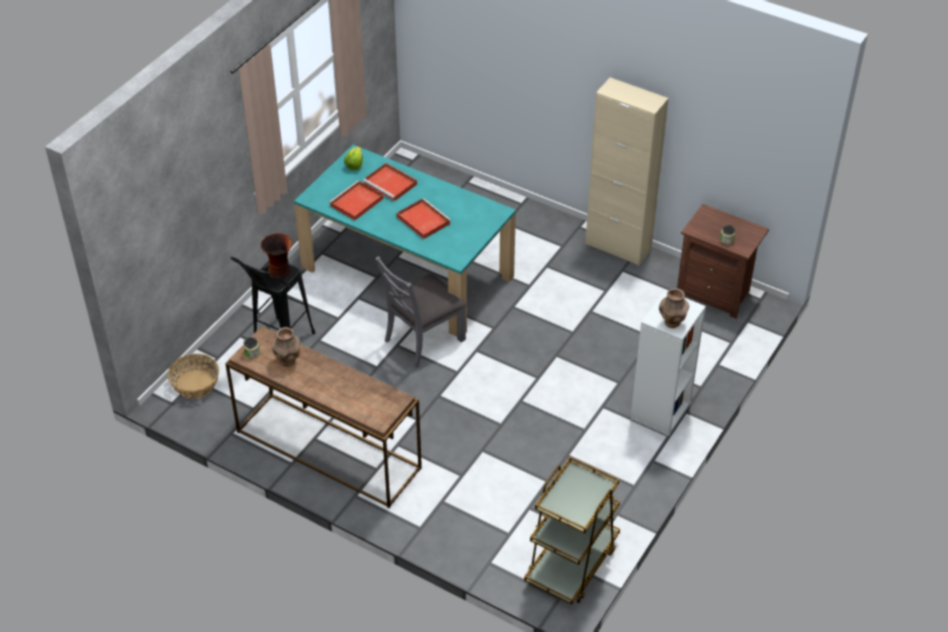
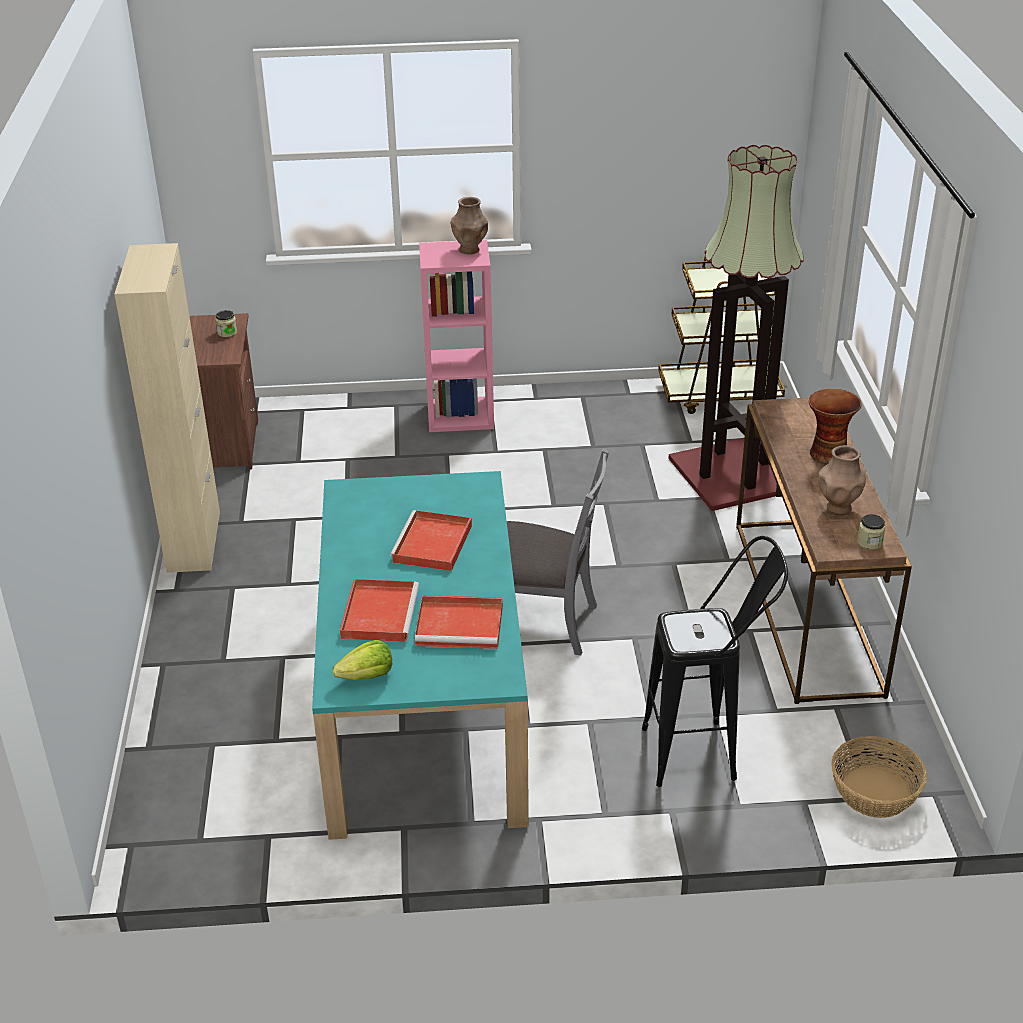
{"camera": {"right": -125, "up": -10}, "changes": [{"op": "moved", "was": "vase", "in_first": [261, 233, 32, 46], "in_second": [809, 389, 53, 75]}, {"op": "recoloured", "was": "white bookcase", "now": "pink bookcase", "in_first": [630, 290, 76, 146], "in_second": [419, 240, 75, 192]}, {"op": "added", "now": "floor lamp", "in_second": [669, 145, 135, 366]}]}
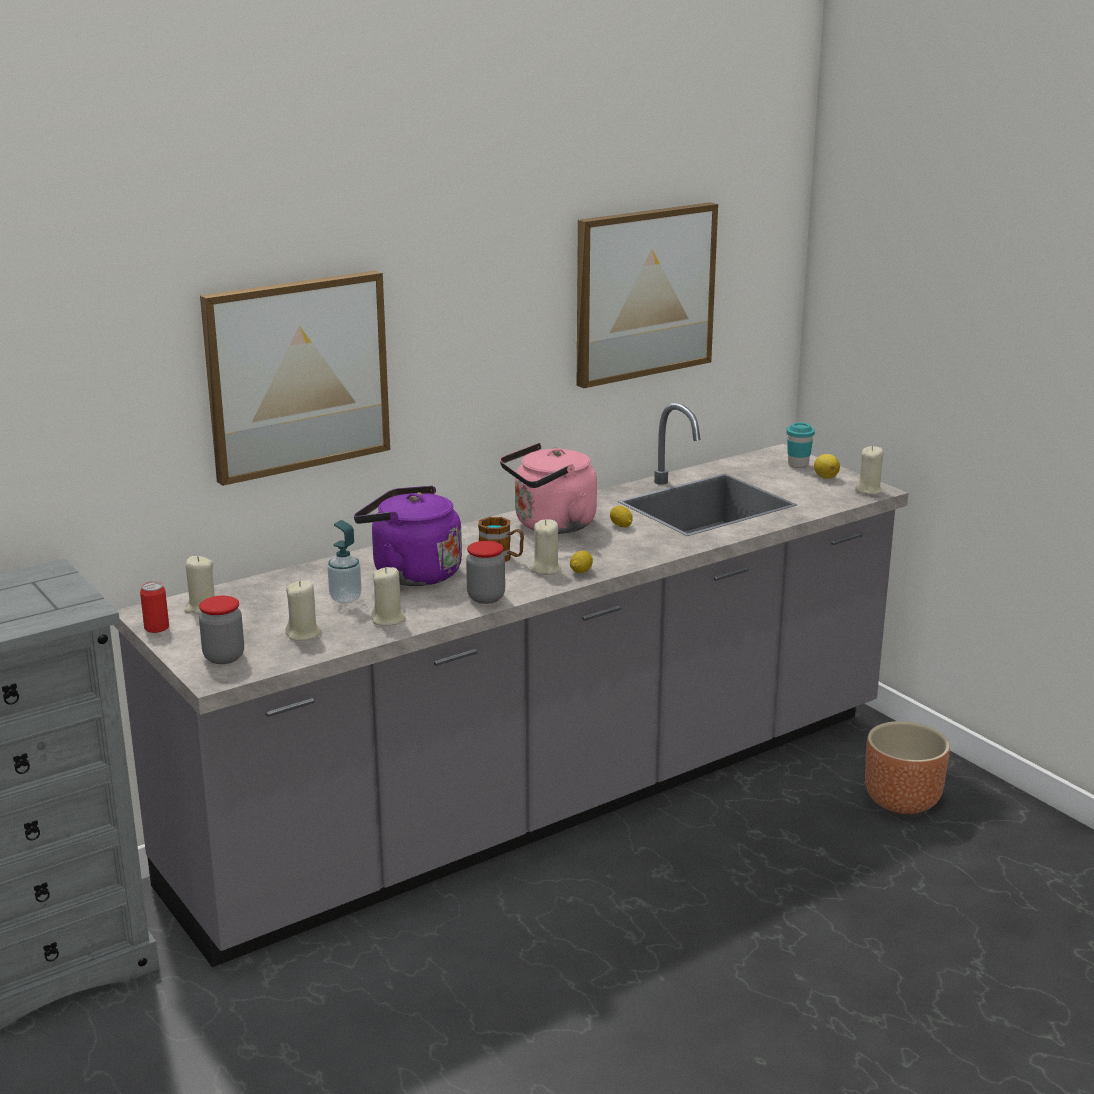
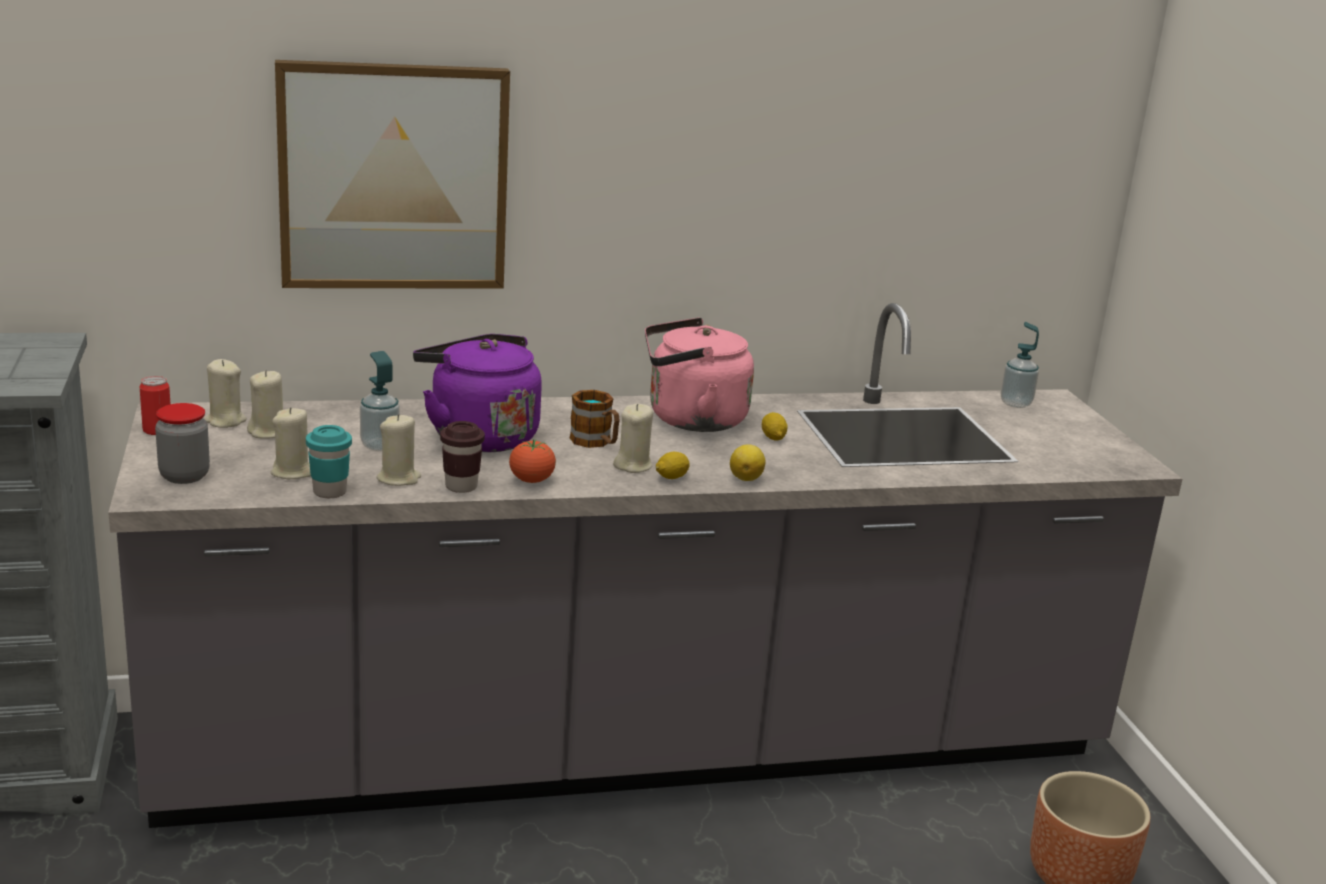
{"camera": {"right": 20, "up": 0}, "changes": [{"op": "removed", "was": "picture", "in_first": [577, 202, 141, 186]}, {"op": "moved", "was": "turquoise cup", "in_first": [786, 422, 29, 46], "in_second": [306, 425, 46, 73]}, {"op": "moved", "was": "beige candle", "in_first": [855, 446, 29, 49], "in_second": [247, 370, 36, 68]}, {"op": "moved", "was": "lemon", "in_first": [814, 454, 26, 25], "in_second": [730, 444, 36, 37]}, {"op": "replaced", "was": "jar", "now": "tomato", "in_first": [466, 541, 39, 63], "in_second": [509, 439, 47, 44]}, {"op": "added", "now": "soap dispenser", "in_second": [1001, 322, 38, 86]}, {"op": "added", "now": "brown cup", "in_second": [440, 421, 45, 72]}]}
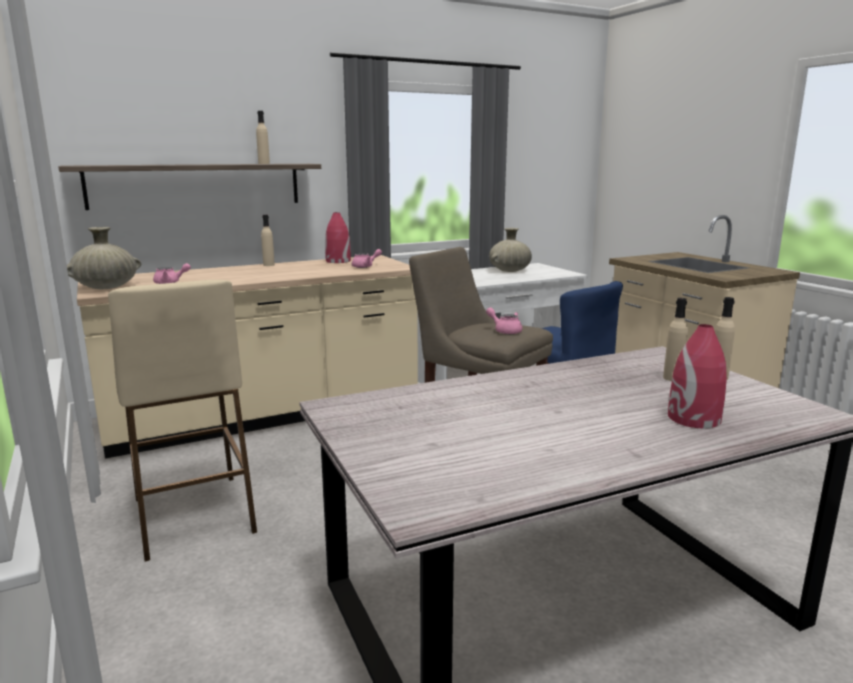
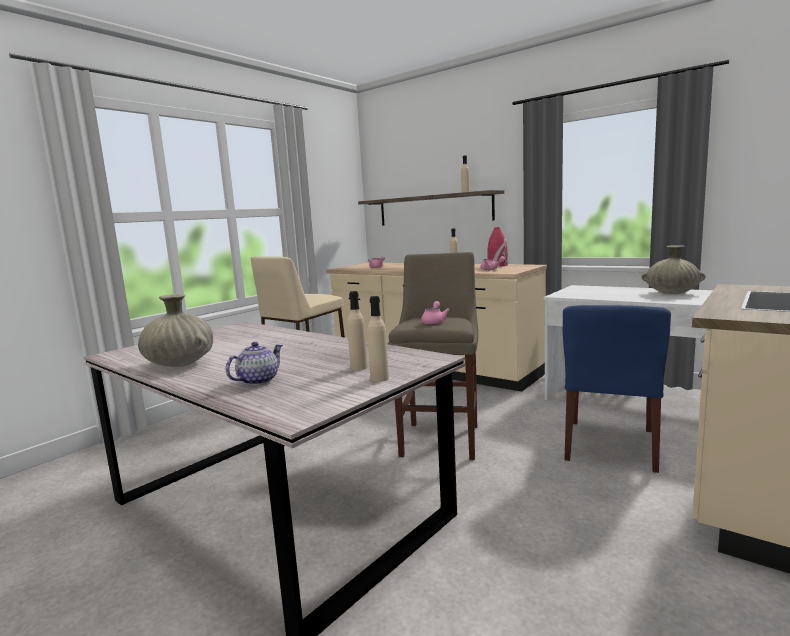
{"camera": {"right": 65, "up": -5}, "changes": [{"op": "moved", "was": "beige vase", "in_first": [67, 227, 74, 62], "in_second": [138, 294, 75, 73]}, {"op": "replaced", "was": "red vase", "now": "teapot", "in_first": [668, 324, 59, 104], "in_second": [226, 342, 57, 43]}]}
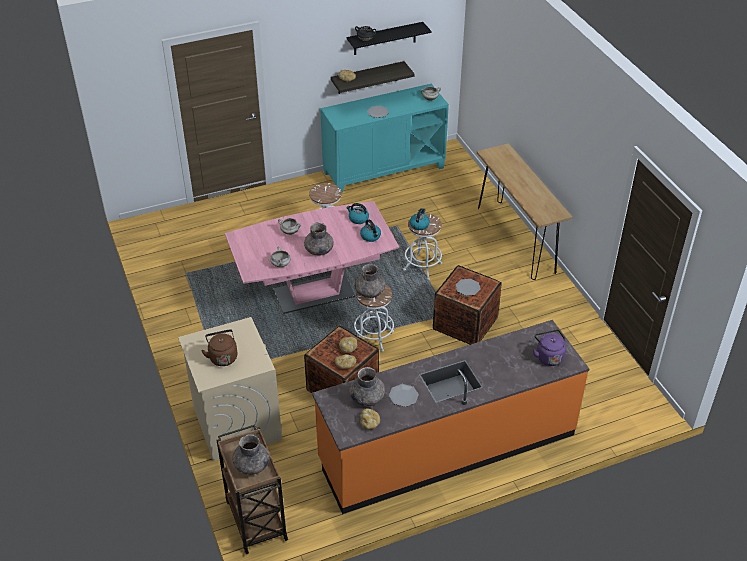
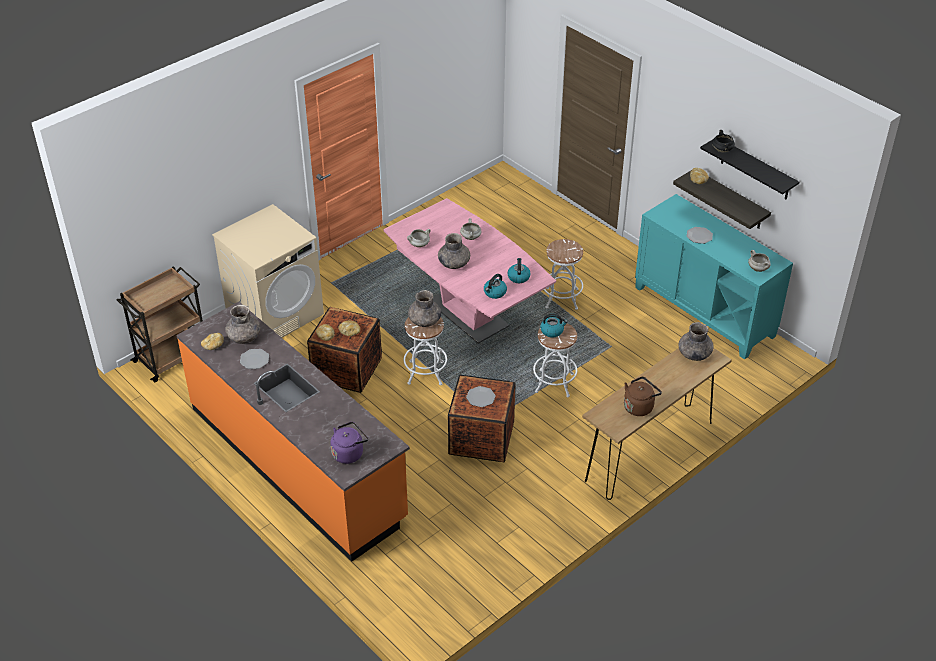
{"camera": {"right": 70, "up": 0}, "changes": [{"op": "moved", "was": "brown kettle", "in_first": [201, 329, 36, 37], "in_second": [624, 377, 38, 39]}, {"op": "moved", "was": "grey vase", "in_first": [232, 434, 38, 41], "in_second": [678, 322, 36, 39]}]}
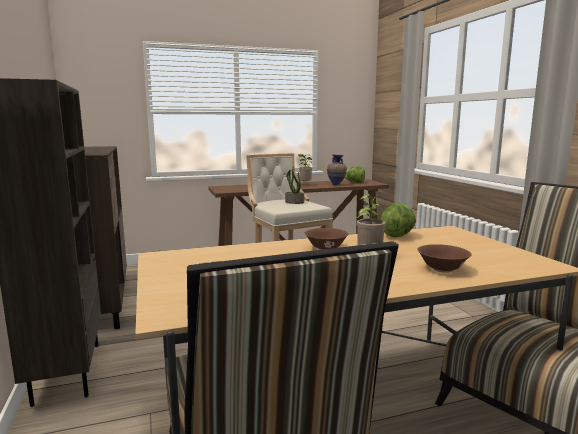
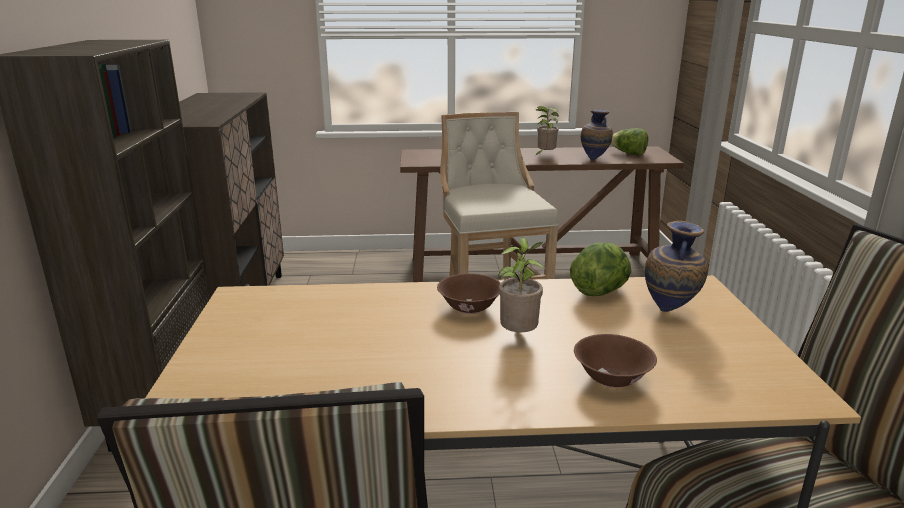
{"camera": {"right": 15, "up": 10}, "changes": [{"op": "removed", "was": "potted plant", "in_first": [285, 166, 19, 38]}, {"op": "added", "now": "vase", "in_second": [645, 221, 63, 91]}]}
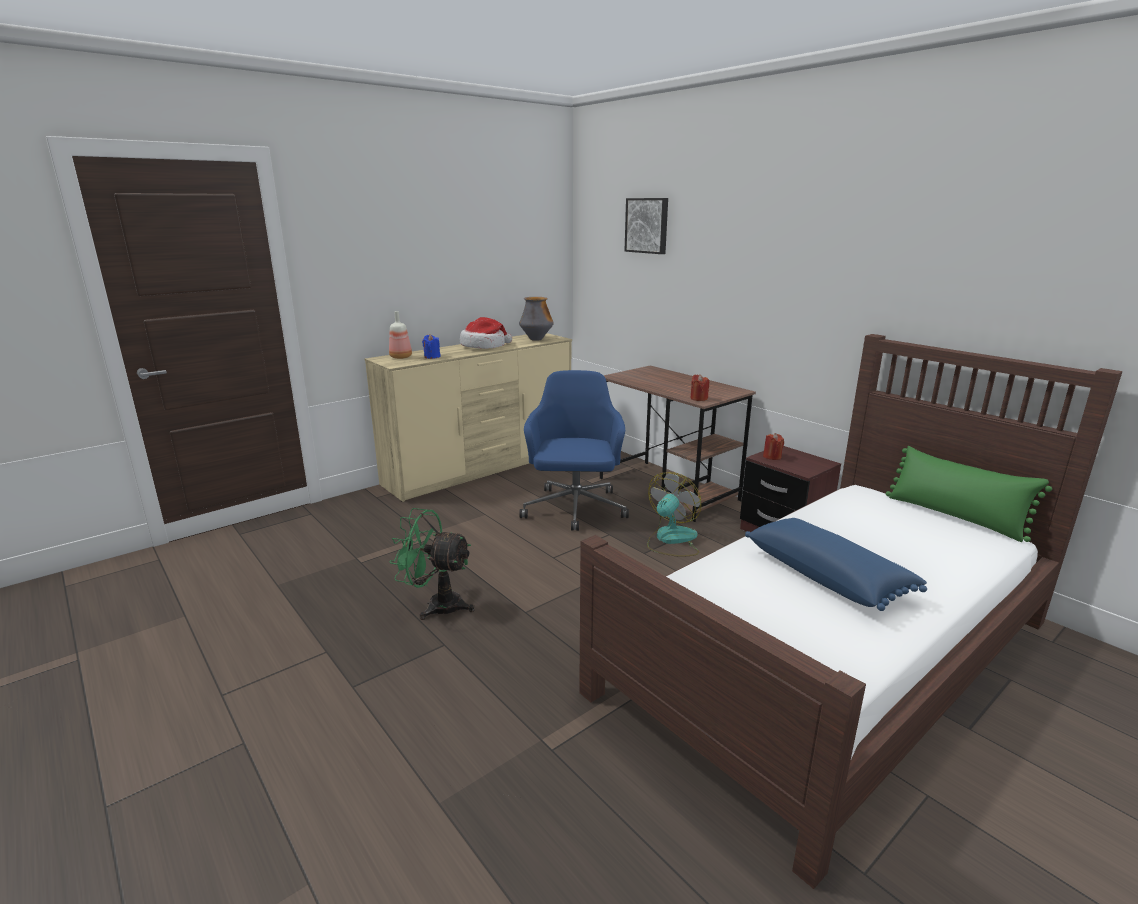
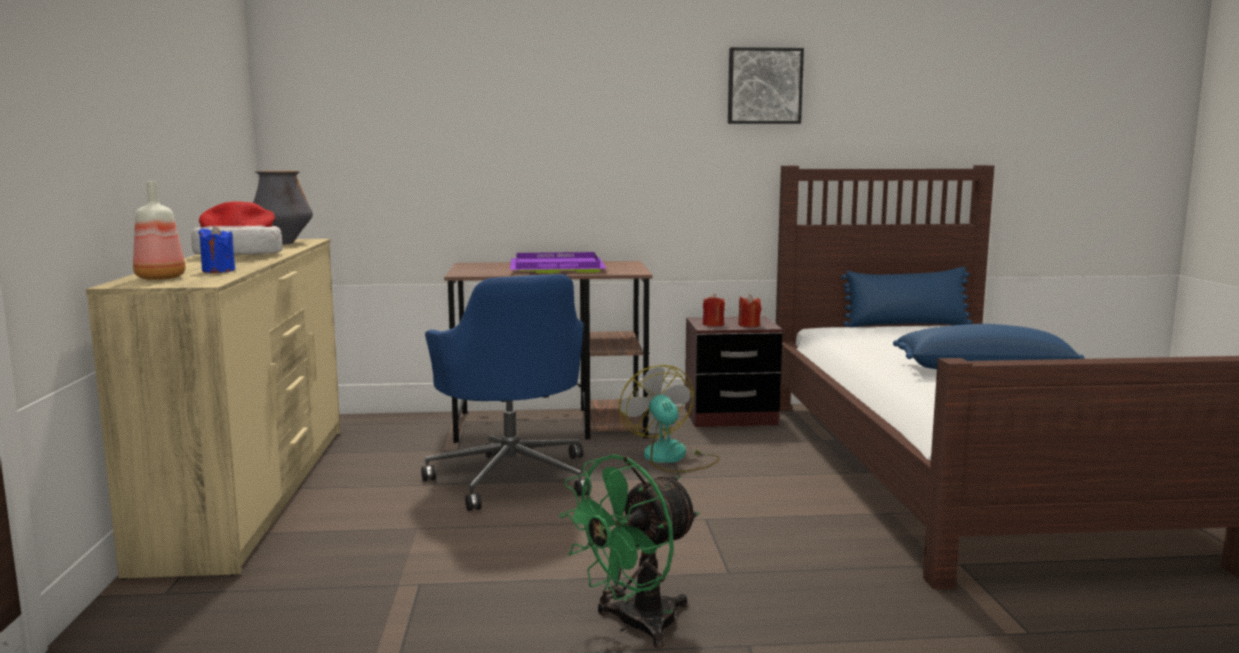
{"camera": {"right": -55, "up": -10}, "changes": [{"op": "moved", "was": "picture", "in_first": [625, 198, 43, 56], "in_second": [728, 47, 76, 77]}, {"op": "turned", "was": "blue office chair", "in_first": [519, 370, 110, 161], "in_second": [421, 274, 169, 237], "clockwise": -150}, {"op": "moved", "was": "red candle", "in_first": [690, 374, 19, 27], "in_second": [738, 294, 24, 33]}, {"op": "recoloured", "was": "green pillow", "now": "blue pillow", "in_first": [886, 446, 166, 96], "in_second": [841, 267, 131, 60]}, {"op": "added", "now": "purple tray", "in_second": [510, 252, 97, 21]}]}
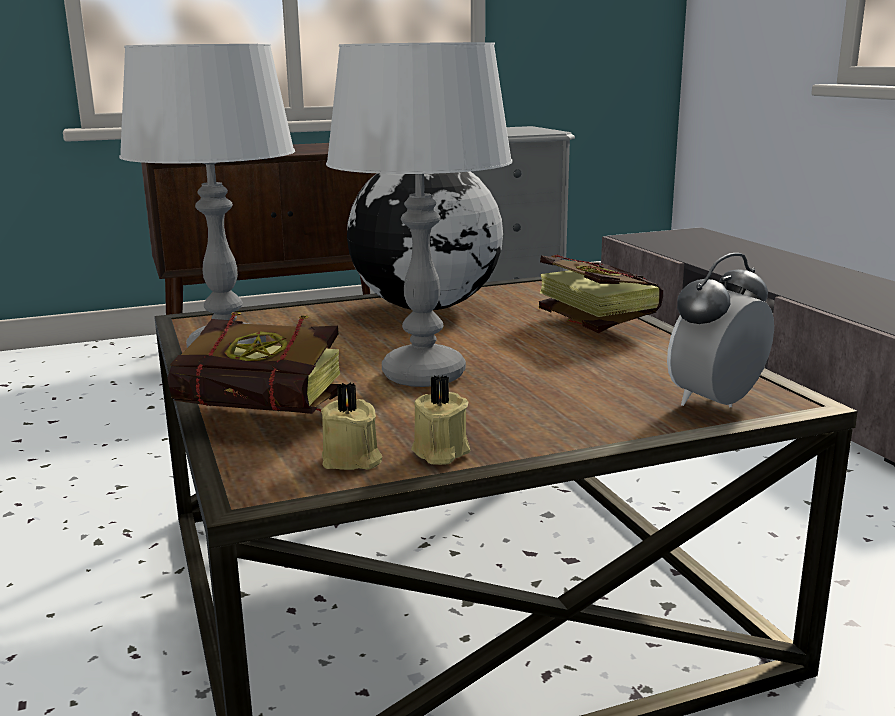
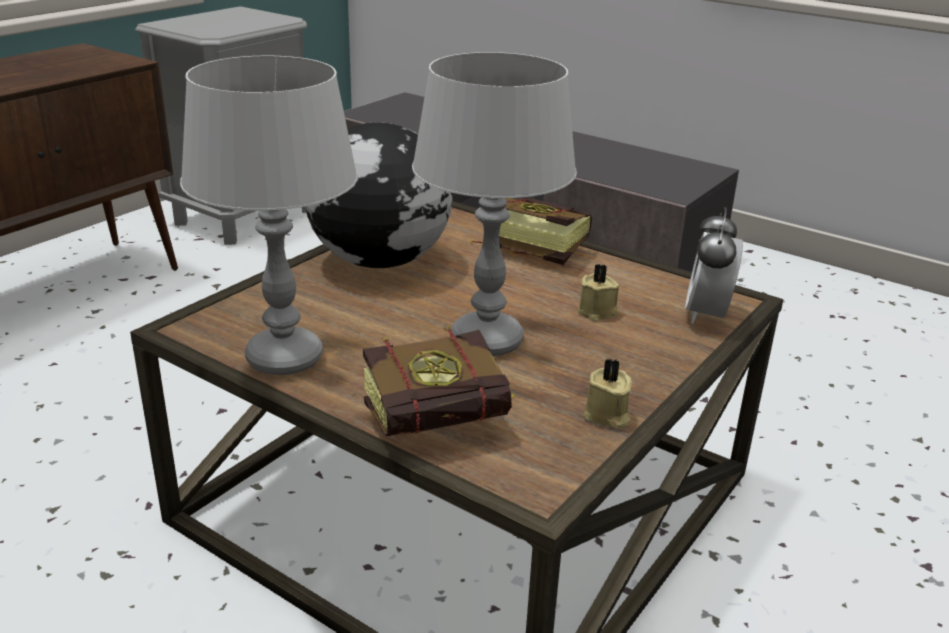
{"camera": {"right": -35, "up": 10}, "changes": [{"op": "moved", "was": "beige candle", "in_first": [321, 382, 61, 88], "in_second": [578, 264, 41, 57]}]}
